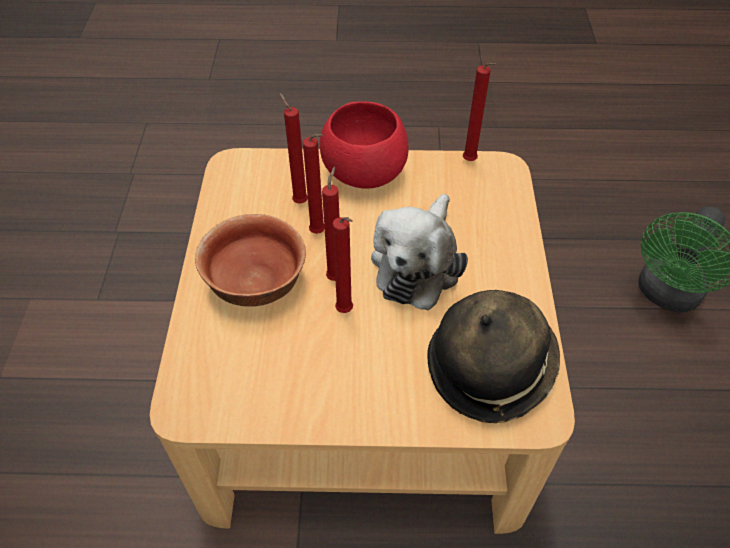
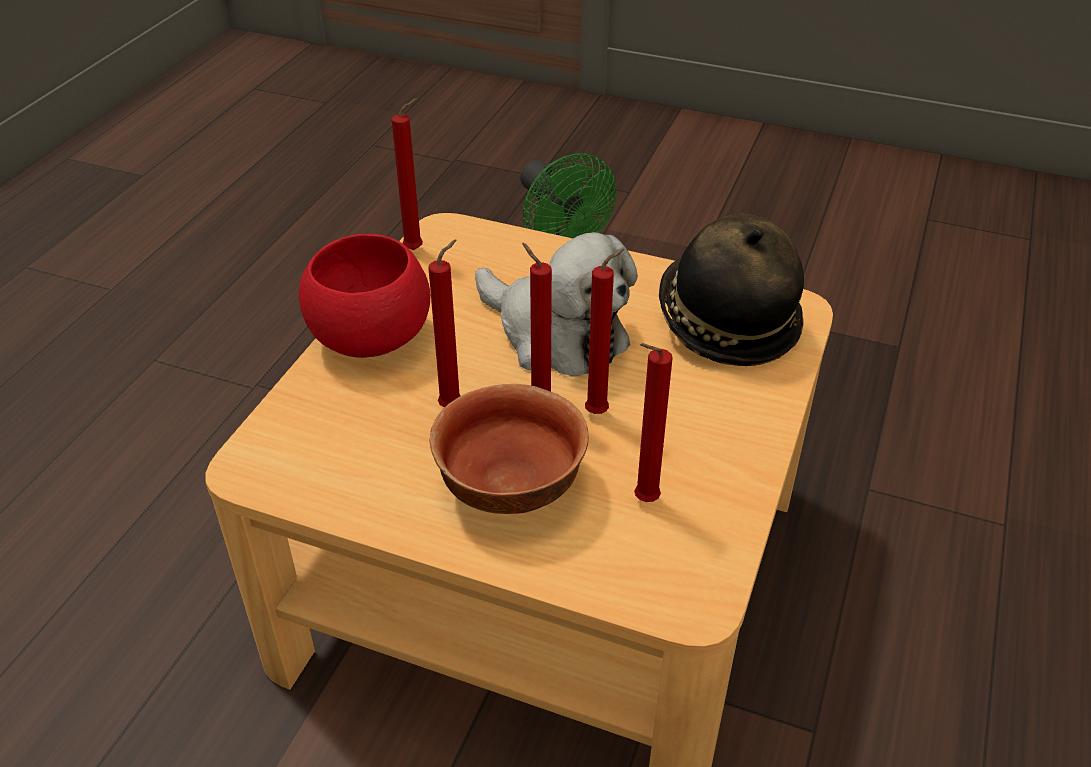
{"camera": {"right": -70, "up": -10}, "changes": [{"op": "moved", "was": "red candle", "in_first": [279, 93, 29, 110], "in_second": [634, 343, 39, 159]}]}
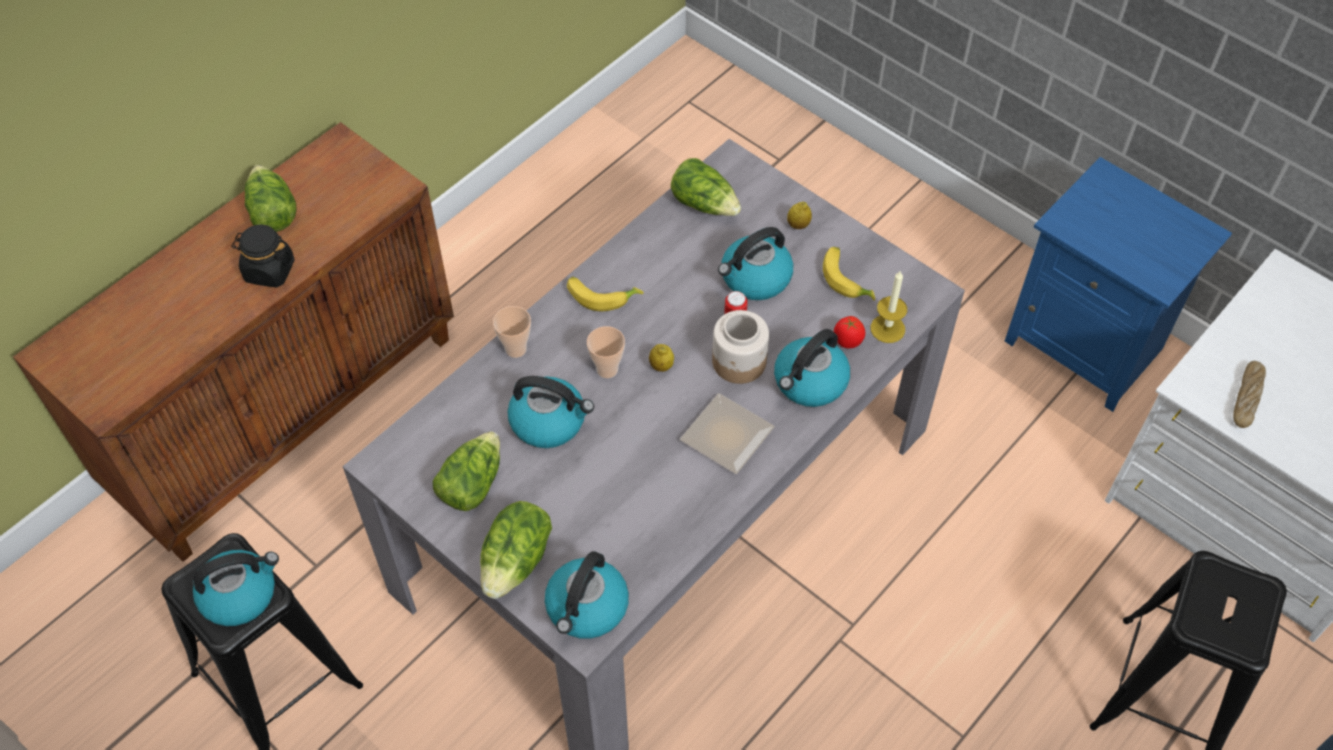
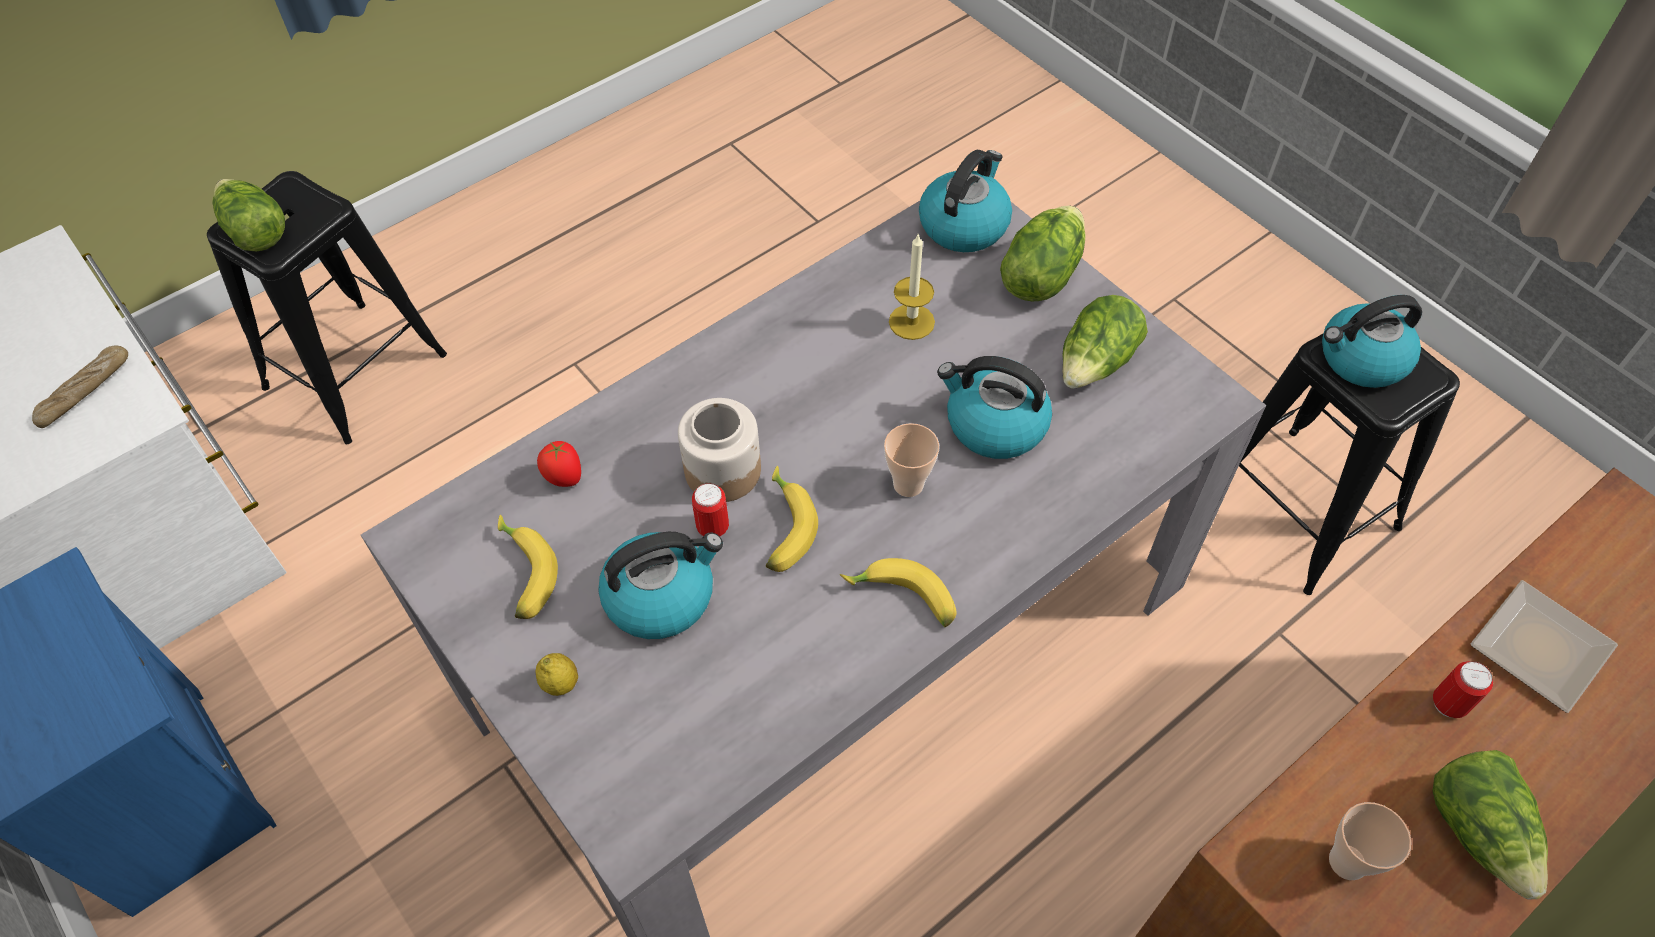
{"camera": {"right": -170, "up": 0}, "changes": [{"op": "moved", "was": "lettuce", "in_first": [671, 158, 70, 58], "in_second": [213, 179, 72, 72]}, {"op": "replaced", "was": "black jar", "now": "can", "in_first": [231, 225, 64, 62], "in_second": [1433, 661, 60, 57]}, {"op": "moved", "was": "candle", "in_first": [870, 270, 37, 73], "in_second": [889, 235, 46, 105]}, {"op": "moved", "was": "cup", "in_first": [493, 306, 38, 52], "in_second": [1329, 802, 82, 78]}, {"op": "removed", "was": "kettle", "in_first": [774, 329, 76, 78]}, {"op": "removed", "was": "lemon", "in_first": [649, 344, 25, 28]}, {"op": "moved", "was": "plate", "in_first": [680, 393, 95, 81], "in_second": [1470, 580, 148, 133]}, {"op": "added", "now": "banana", "in_second": [766, 466, 52, 106]}]}
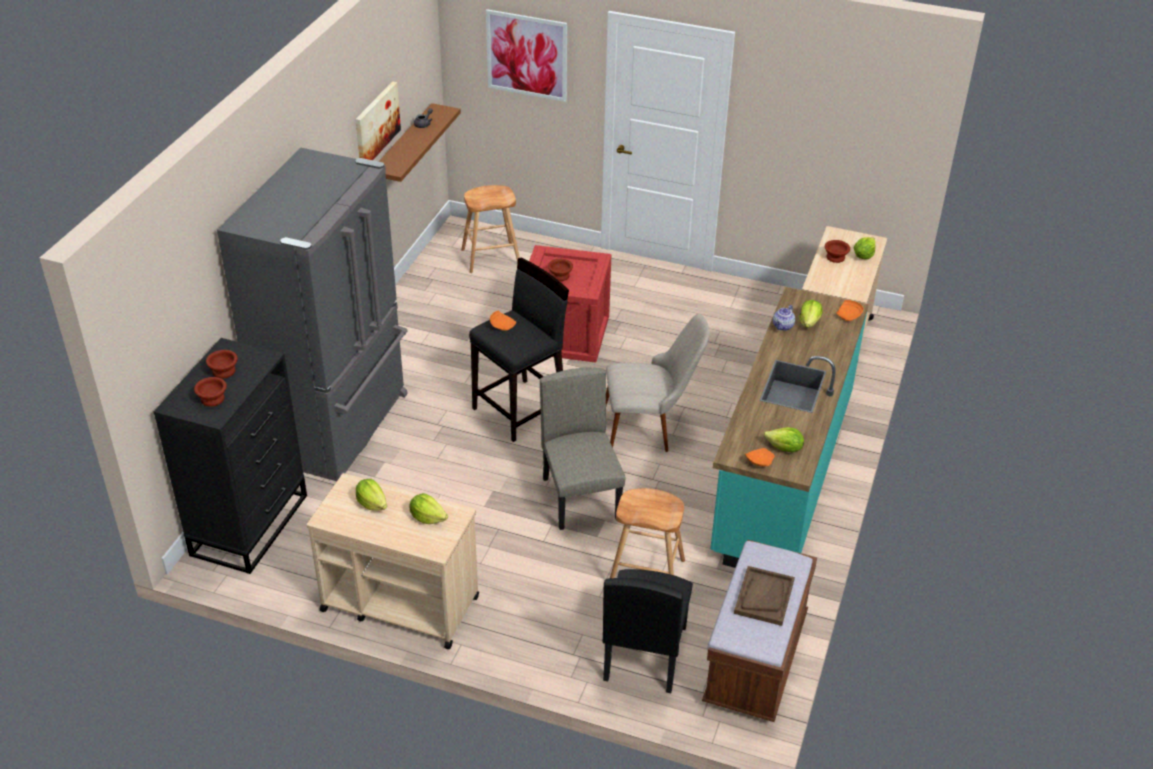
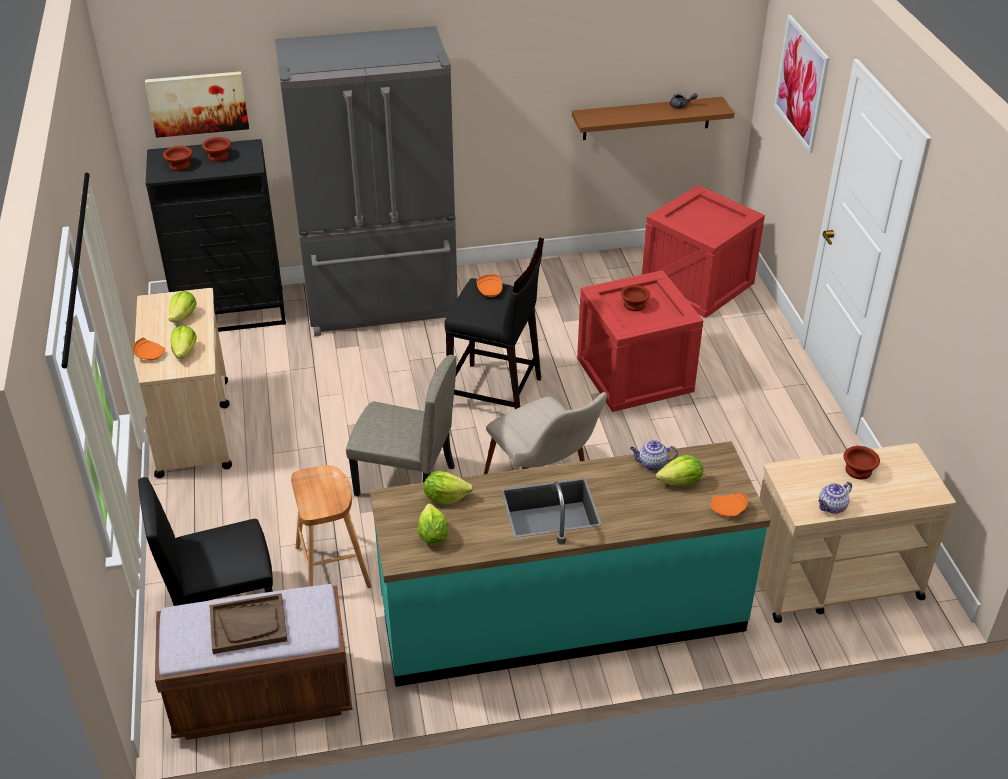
{"camera": {"right": 60, "up": 0}, "changes": [{"op": "moved", "was": "picture", "in_first": [355, 82, 46, 78], "in_second": [145, 71, 104, 67]}, {"op": "replaced", "was": "brown stool", "now": "crate", "in_first": [461, 185, 59, 88], "in_second": [642, 185, 123, 133]}, {"op": "moved", "was": "lettuce", "in_first": [854, 237, 21, 22], "in_second": [424, 471, 49, 33]}, {"op": "turned", "was": "beige chair", "in_first": [540, 368, 85, 162], "in_second": [346, 355, 111, 141], "clockwise": 60}, {"op": "moved", "was": "orange plate", "in_first": [745, 448, 30, 18], "in_second": [133, 337, 32, 23]}, {"op": "added", "now": "teapot", "in_second": [818, 481, 34, 33]}]}
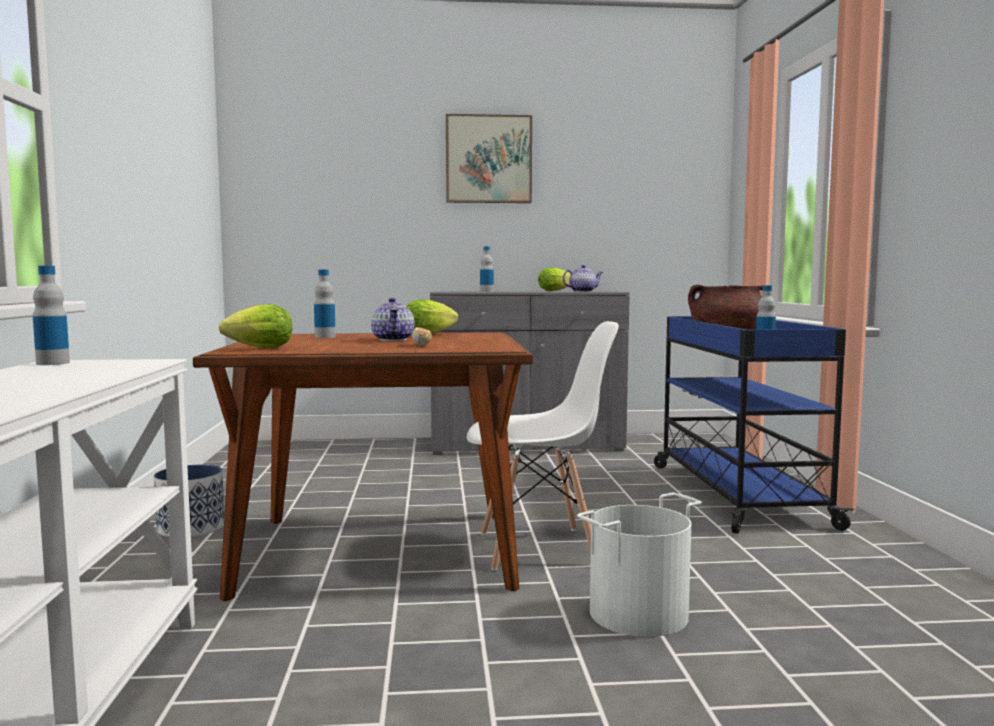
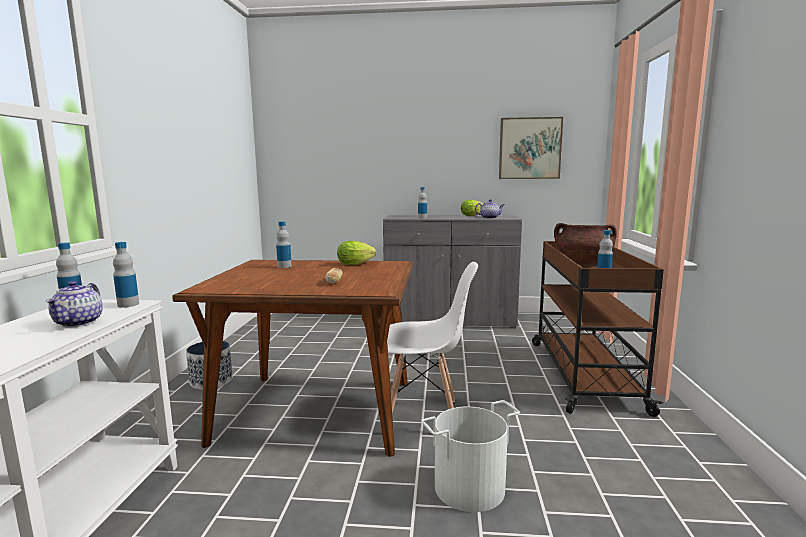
{"camera": {"right": 10, "up": 5}, "changes": [{"op": "moved", "was": "picture", "in_first": [446, 114, 86, 89], "in_second": [499, 117, 64, 62]}, {"op": "moved", "was": "teapot", "in_first": [371, 298, 43, 43], "in_second": [46, 281, 57, 46]}, {"op": "removed", "was": "lettuce", "in_first": [219, 305, 73, 43]}, {"op": "recoloured", "was": "blue cart", "now": "brown cart", "in_first": [654, 316, 201, 218], "in_second": [532, 241, 132, 176]}, {"op": "added", "now": "bottle", "in_second": [113, 242, 26, 66]}]}
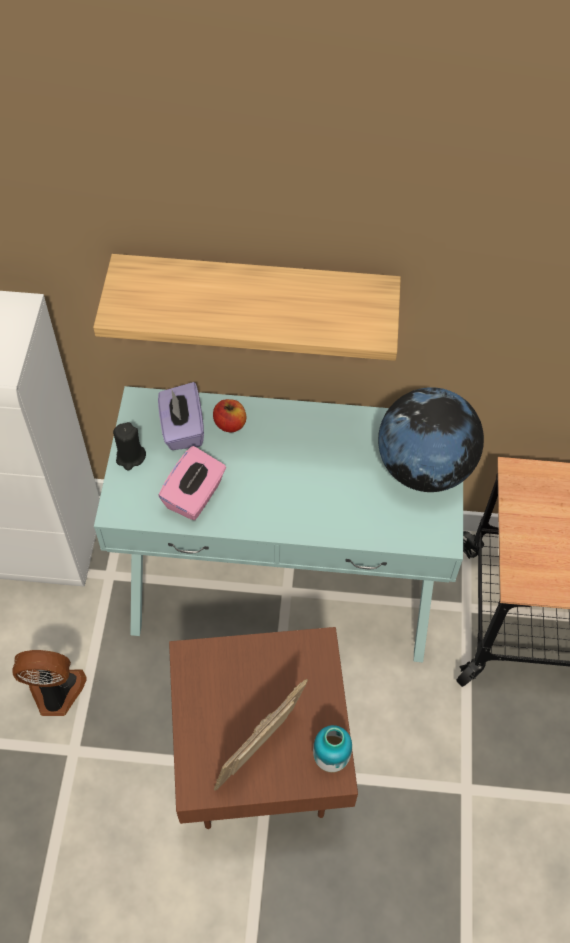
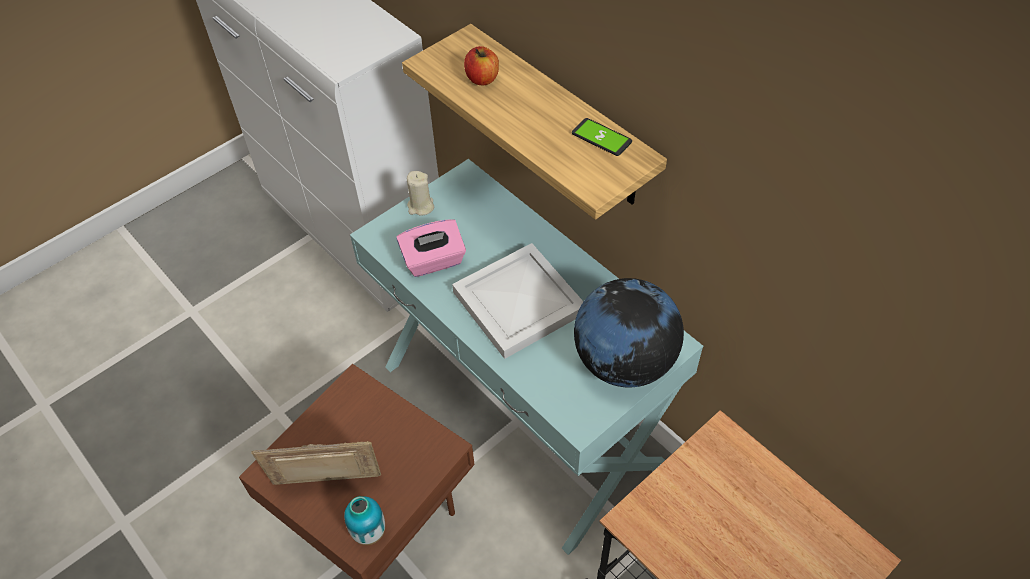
{"camera": {"right": 45, "up": -5}, "changes": [{"op": "removed", "was": "purple tissue box", "in_first": [158, 382, 46, 68]}, {"op": "moved", "was": "apple", "in_first": [213, 399, 34, 34], "in_second": [464, 46, 35, 39]}, {"op": "recoloured", "was": "black candle", "now": "beige candle", "in_first": [113, 422, 33, 48], "in_second": [407, 171, 27, 45]}, {"op": "removed", "was": "fan", "in_first": [12, 650, 75, 66]}, {"op": "added", "now": "phone", "in_second": [572, 118, 60, 38]}, {"op": "added", "now": "white tray", "in_second": [452, 243, 131, 116]}]}
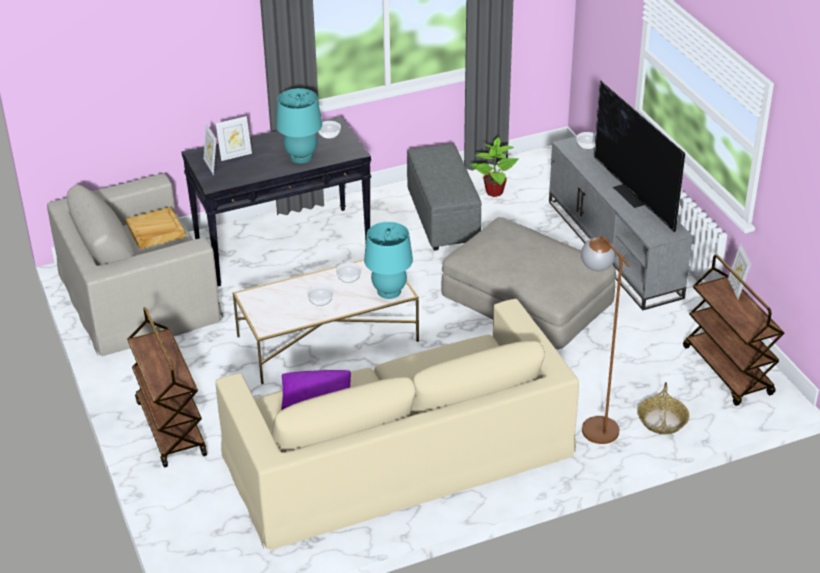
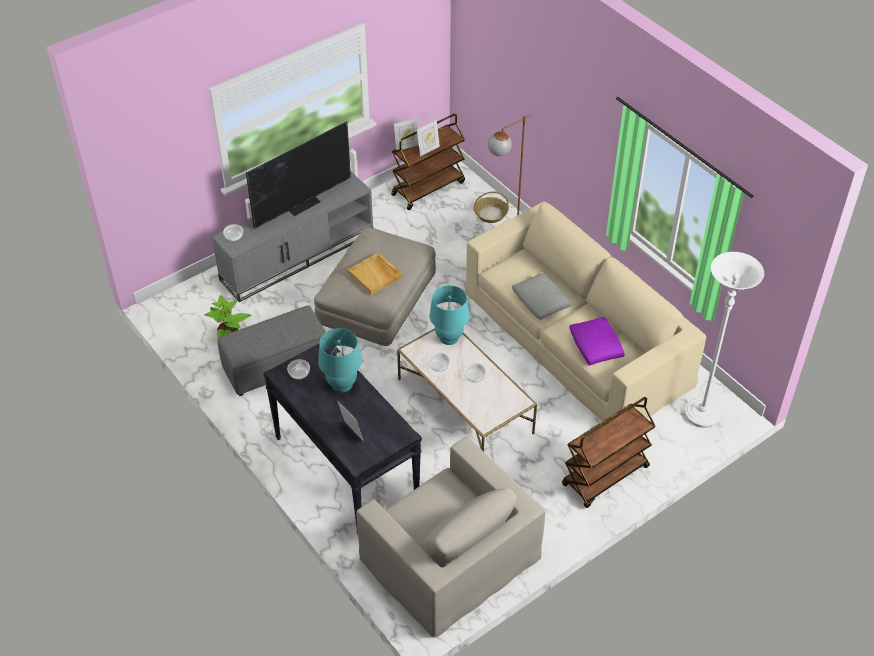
{"camera": {"right": -105, "up": 10}, "changes": [{"op": "moved", "was": "picture frame", "in_first": [204, 123, 12, 52], "in_second": [417, 120, 23, 36]}, {"op": "moved", "was": "beige tray", "in_first": [125, 207, 60, 42], "in_second": [348, 252, 54, 43]}, {"op": "added", "now": "white floor lamp", "in_second": [684, 252, 80, 176]}, {"op": "added", "now": "grey pillow", "in_second": [512, 272, 59, 48]}]}
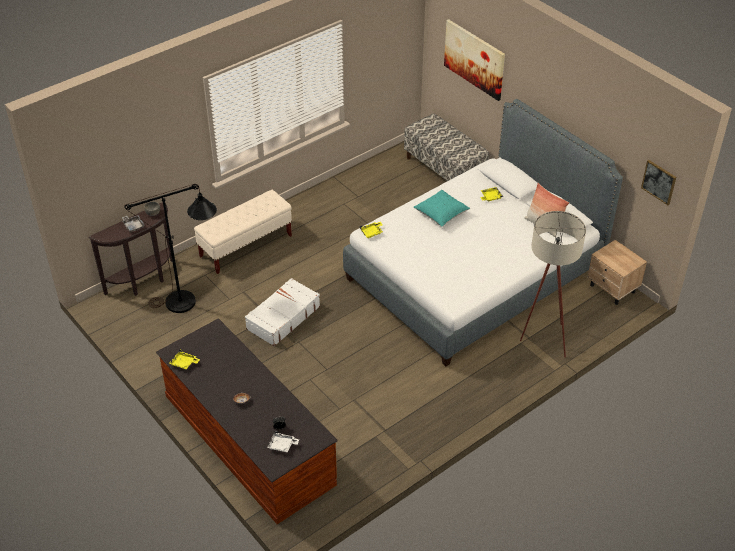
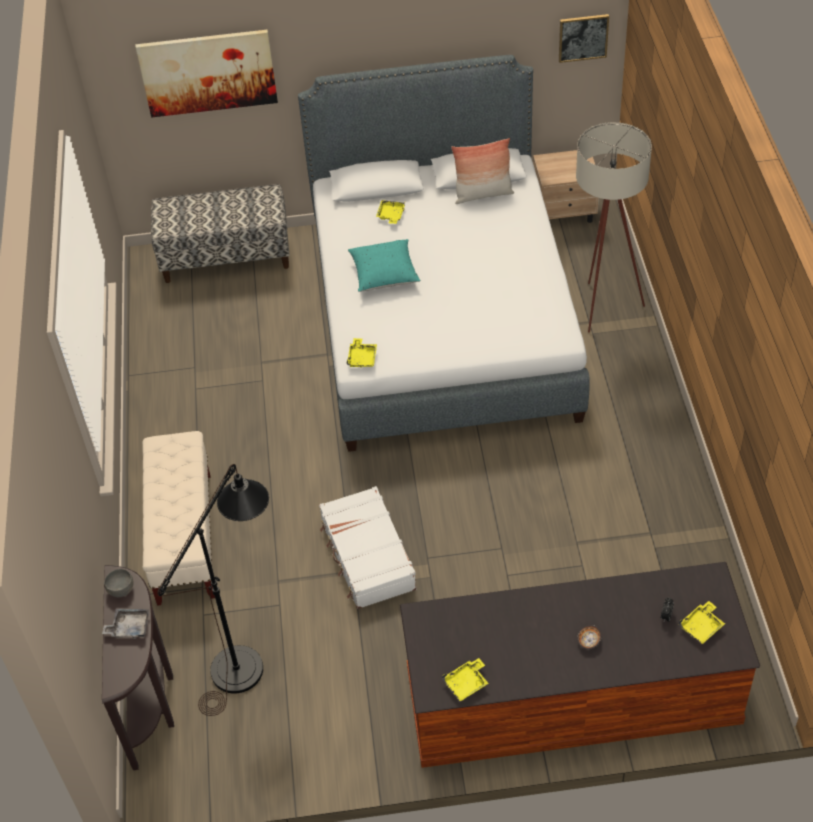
{"camera": {"right": -55, "up": 5}, "changes": [{"op": "recoloured", "was": "white tray", "now": "yellow tray", "in_first": [267, 431, 32, 21], "in_second": [678, 601, 47, 43]}]}
